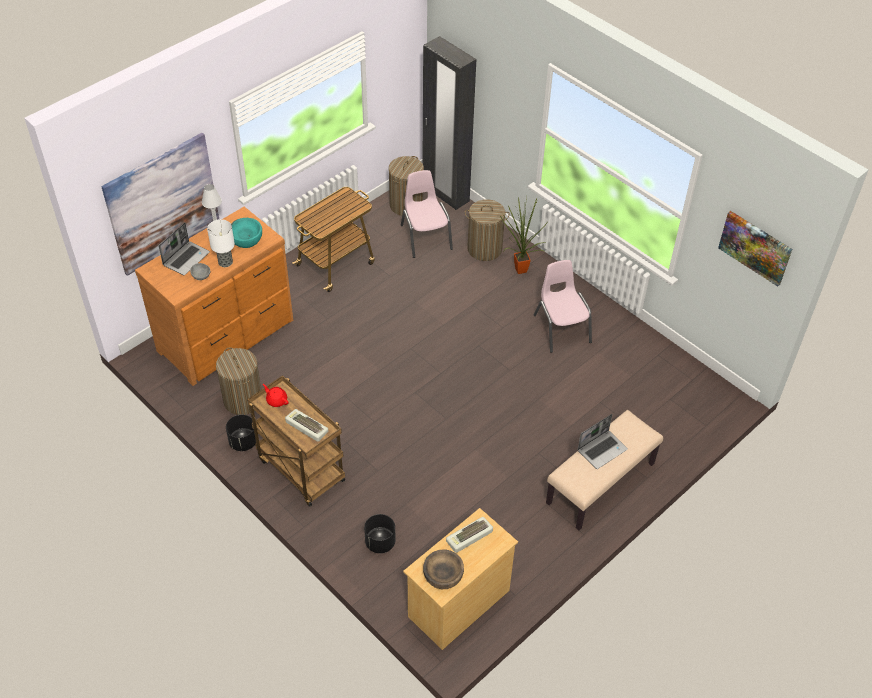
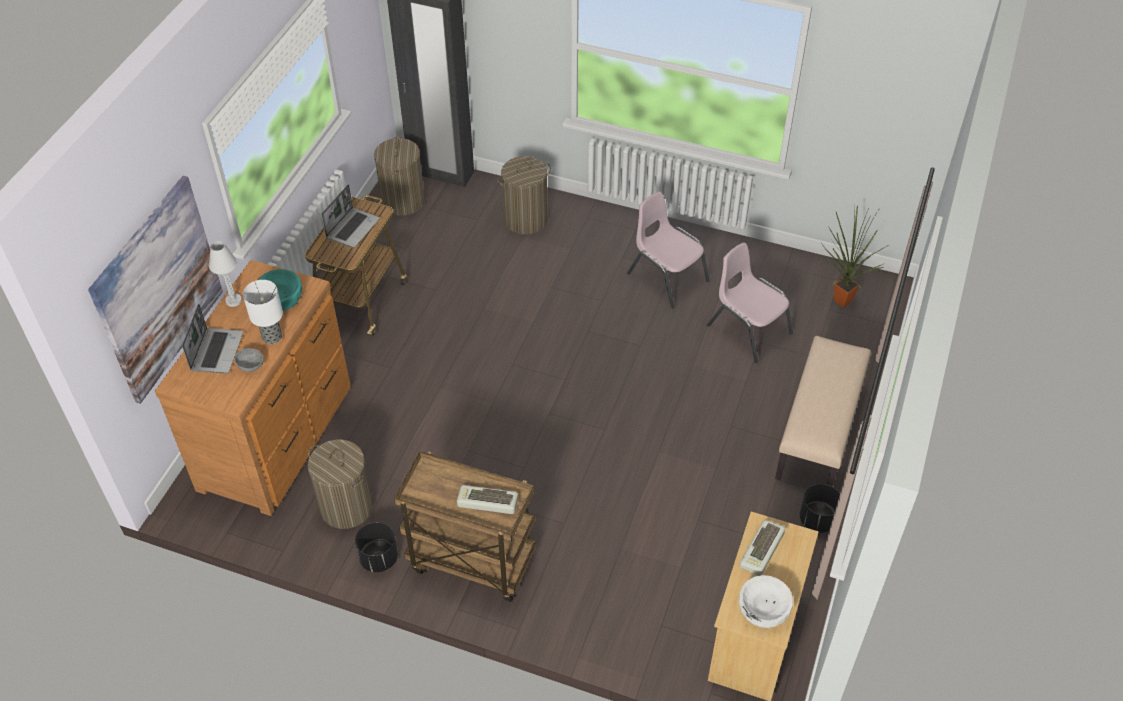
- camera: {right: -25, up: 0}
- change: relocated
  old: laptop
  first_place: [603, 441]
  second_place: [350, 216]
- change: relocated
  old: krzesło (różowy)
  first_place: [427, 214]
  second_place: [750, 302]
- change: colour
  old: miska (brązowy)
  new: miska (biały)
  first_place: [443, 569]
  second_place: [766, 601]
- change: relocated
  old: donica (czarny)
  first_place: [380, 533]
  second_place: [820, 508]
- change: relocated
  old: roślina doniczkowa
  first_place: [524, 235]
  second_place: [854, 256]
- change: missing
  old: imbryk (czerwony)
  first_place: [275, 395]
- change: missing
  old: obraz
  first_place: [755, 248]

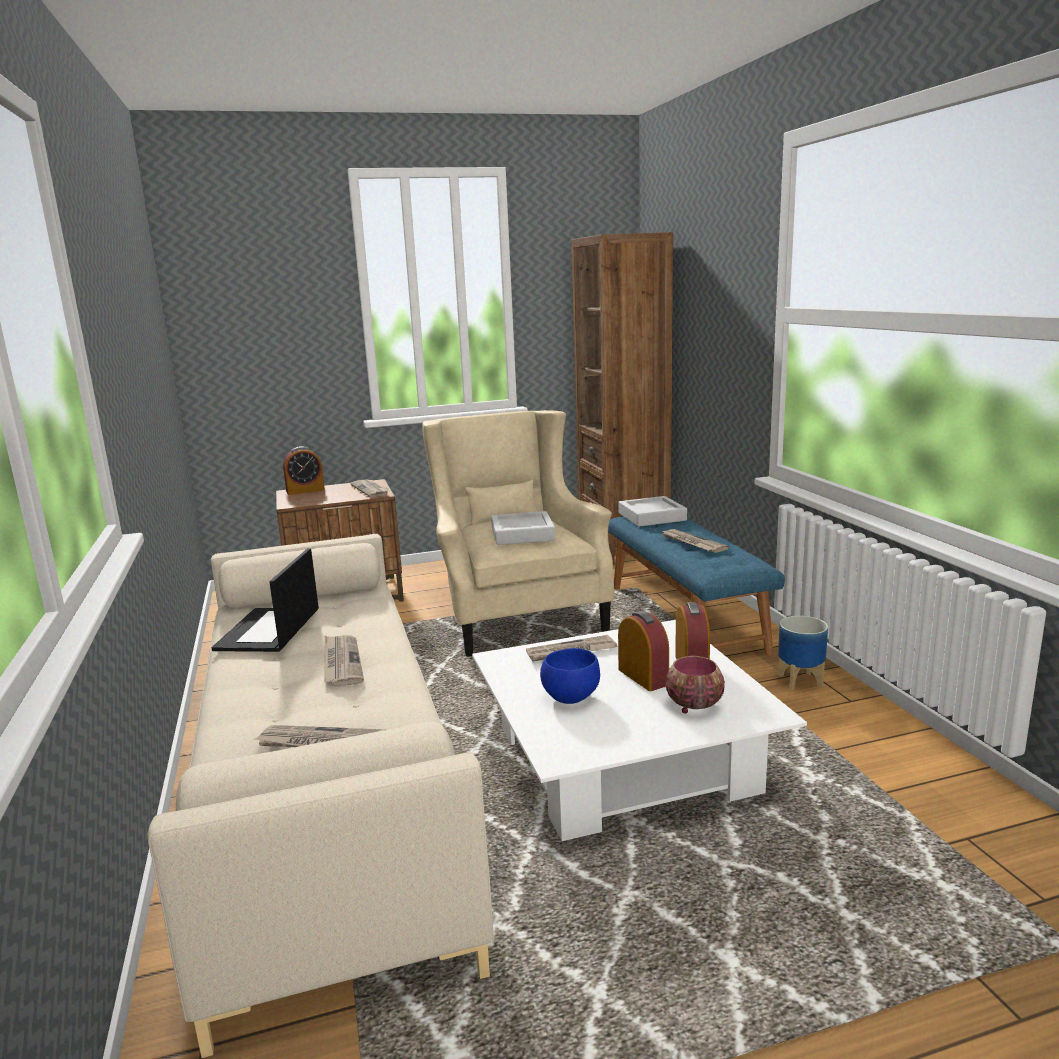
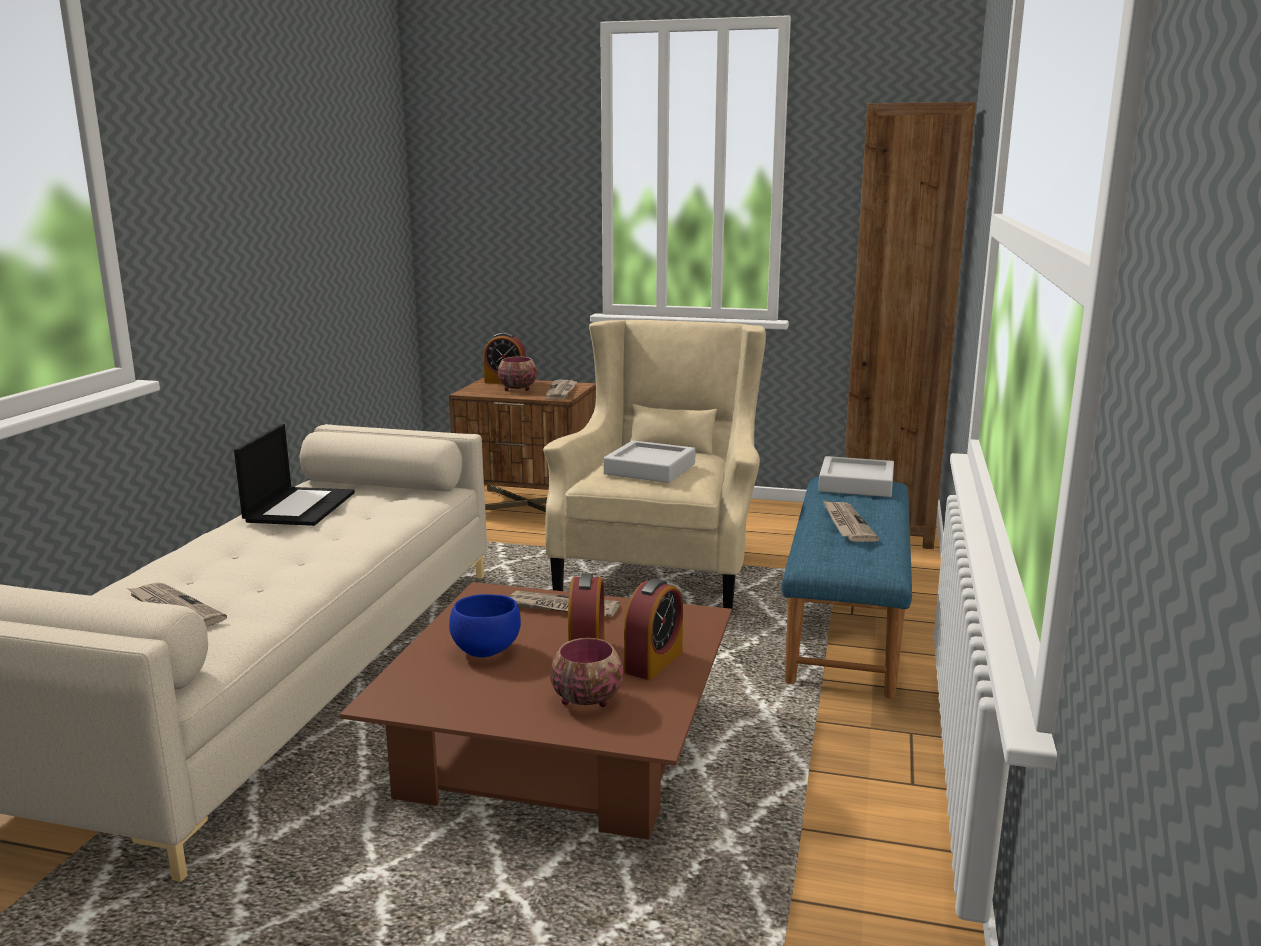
- camera: {right: 30, up: 0}
- change: spun
  old: laptop
  first_place: [265, 600]
  second_place: [294, 475]
  degrees: 150
- change: colour
  old: ława (biały)
  new: ława (brązowy)
  first_place: [639, 730]
  second_place: [536, 711]
- change: appeared
  new: miska
  second_place: [517, 374]
- change: missing
  old: gazeta
  first_place: [344, 661]
- change: missing
  old: donica
  first_place: [803, 652]

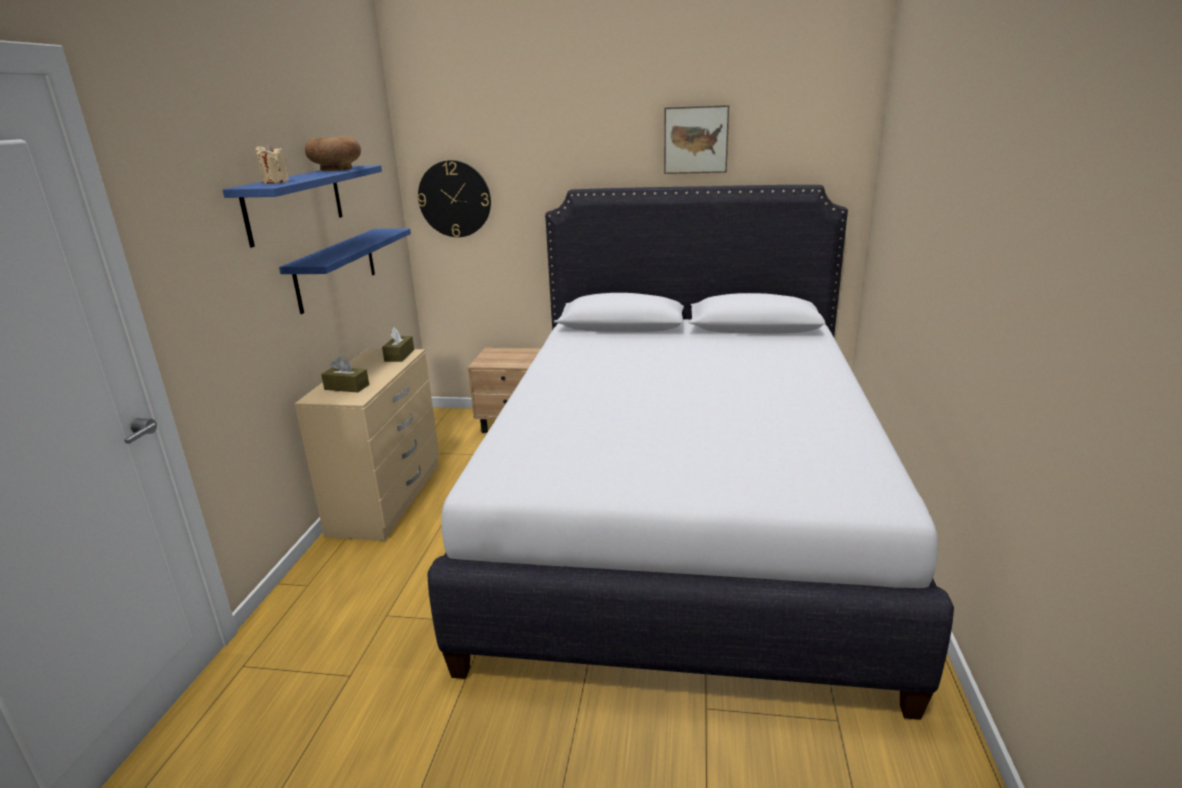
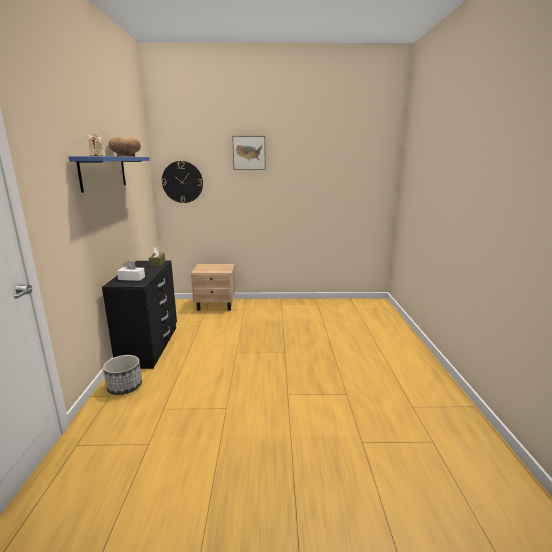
- camera: {right: -10, up: -5}
- change: colour
  old: komoda (beżowy)
  new: komoda (czarny)
  first_place: [366, 444]
  second_place: [139, 315]
- change: appeared
  new: donica
  second_place: [122, 375]
- change: colour
  old: pudełko chusteczek (brązowy)
  new: pudełko chusteczek (biały)
  first_place: [345, 375]
  second_place: [131, 270]
- change: relocated
  old: obraz
  first_place: [696, 139]
  second_place: [249, 153]
- change: missing
  old: półka (niebieski)
  first_place: [345, 271]
- change: missing
  old: łóżko (biały)
  first_place: [691, 452]

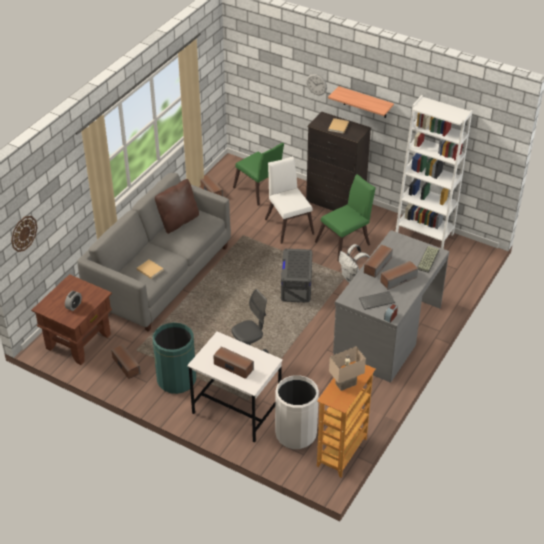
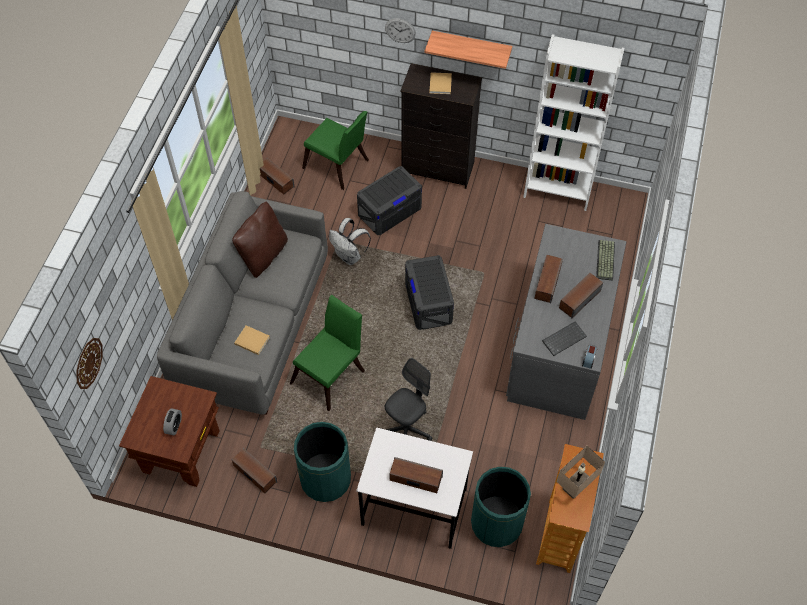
- camera: {right: -15, up: 15}
- change: relocated
  old: krzesło (zielony)
  first_place: [345, 218]
  second_place: [327, 352]
- change: relocated
  old: plecak (biały)
  first_place: [354, 263]
  second_place: [350, 241]
- change: exchanged
  old: krzesło (biały)
  new: pojemnik do przechowywania (szary)
  first_place: [289, 200]
  second_place: [389, 200]
- change: colour
  old: kosz na śmieci (biały)
  new: kosz na śmieci (zielony)
  first_place: [297, 412]
  second_place: [501, 507]

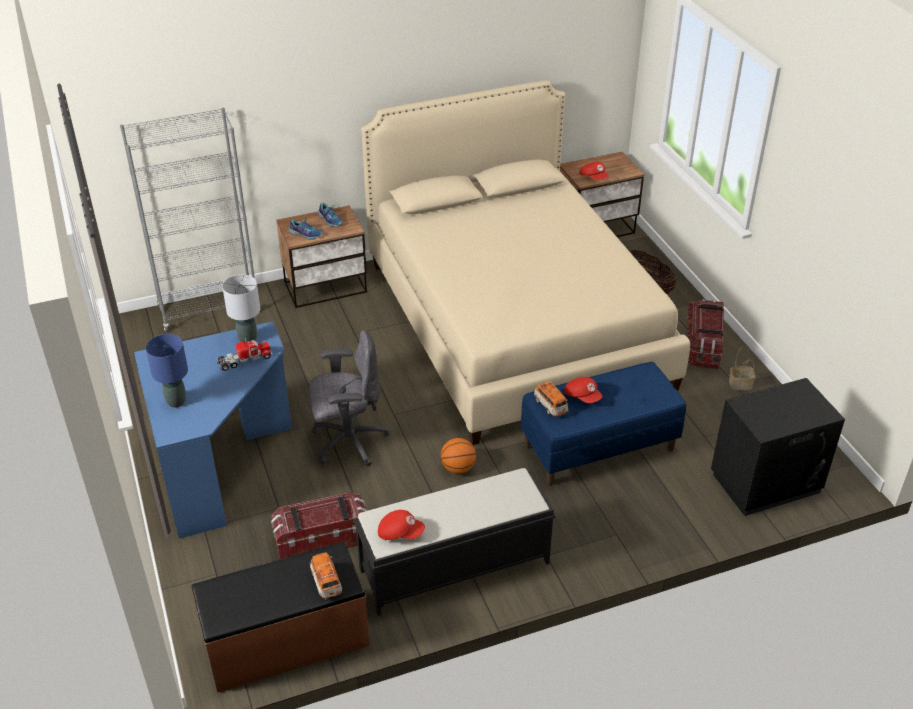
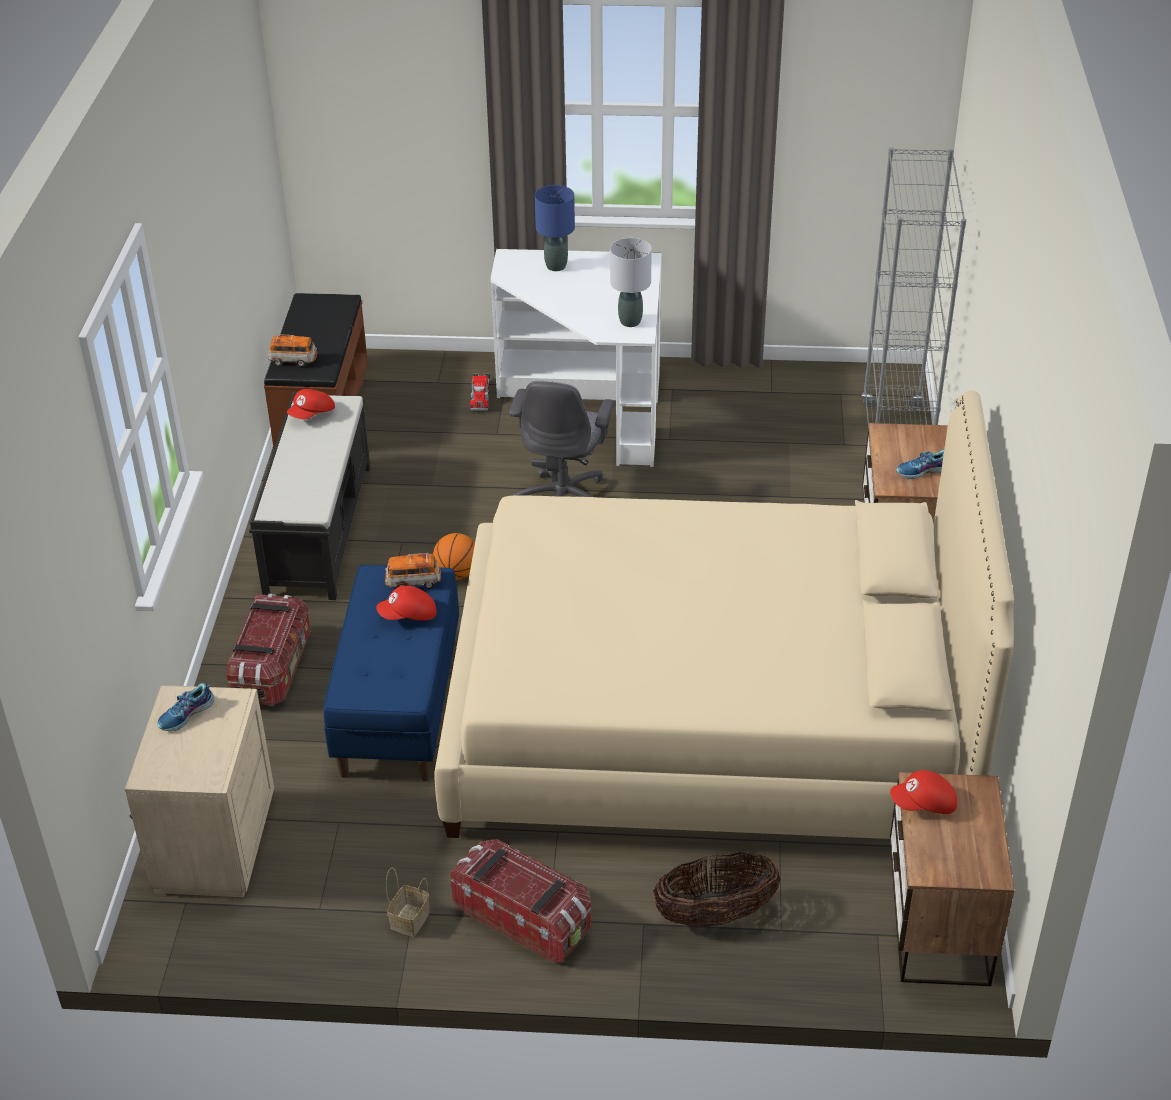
- camera: {right: 115, up: 0}
- change: colour
  old: szafka nocna (czarny)
  new: szafka nocna (beżowy)
  first_place: [778, 447]
  second_place: [199, 791]
- change: relocated
  old: but
  first_place: [306, 229]
  second_place: [185, 707]
- change: relocated
  old: pojemnik do przechowywania
  first_place: [319, 525]
  second_place: [268, 650]
- change: relocated
  old: ciężarówka zabawkowa
  first_place: [244, 354]
  second_place: [480, 392]
- change: colour
  old: biurko (niebieski)
  new: biurko (biały)
  first_place: [213, 430]
  second_place: [576, 358]

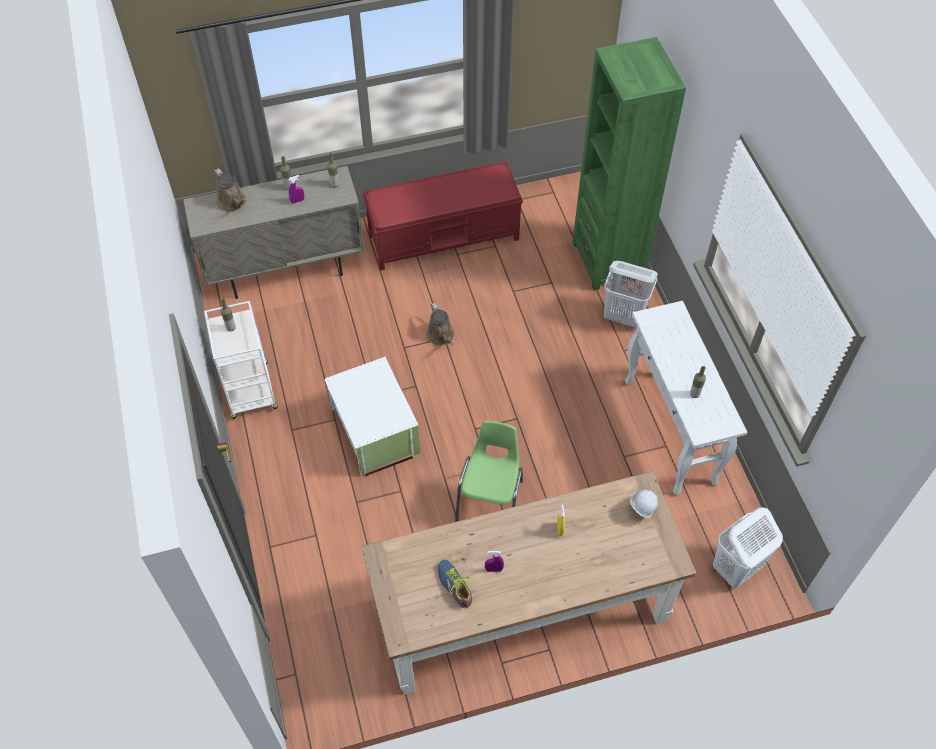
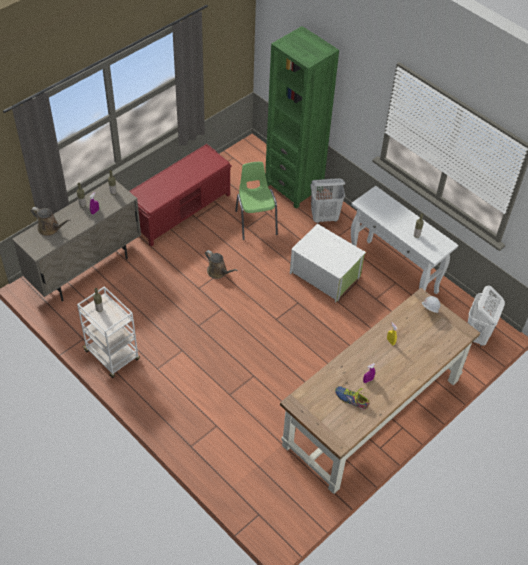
- camera: {right: -30, up: -5}
- change: relocated
  old: krzesło (zielony)
  first_place: [489, 471]
  second_place: [256, 201]
- change: relocated
  old: pojemnik do przechowywania (biały)
  first_place: [372, 416]
  second_place: [328, 263]

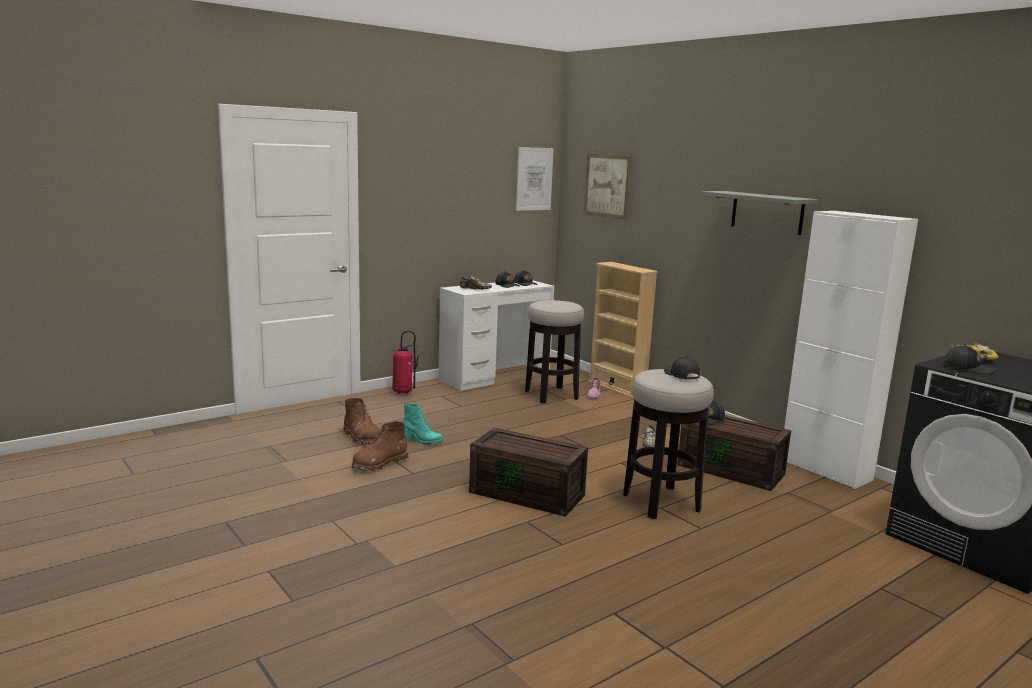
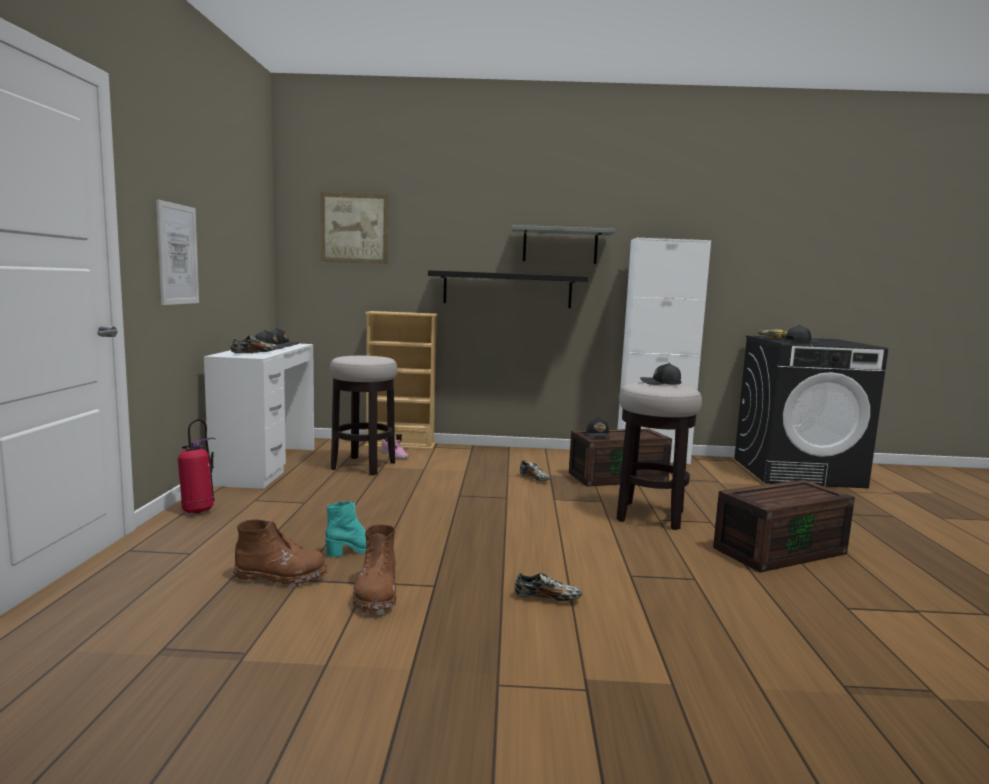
- camera: {right: -50, up: -5}
- change: relocated
  old: obraz
  first_place: [535, 179]
  second_place: [177, 252]
- change: appeared
  new: półka (czarny)
  second_place: [508, 289]
- change: appeared
  new: but
  second_place: [548, 587]
- change: relocated
  old: pojemnik do przechowywania (brązowy)
  first_place: [528, 472]
  second_place: [784, 526]

